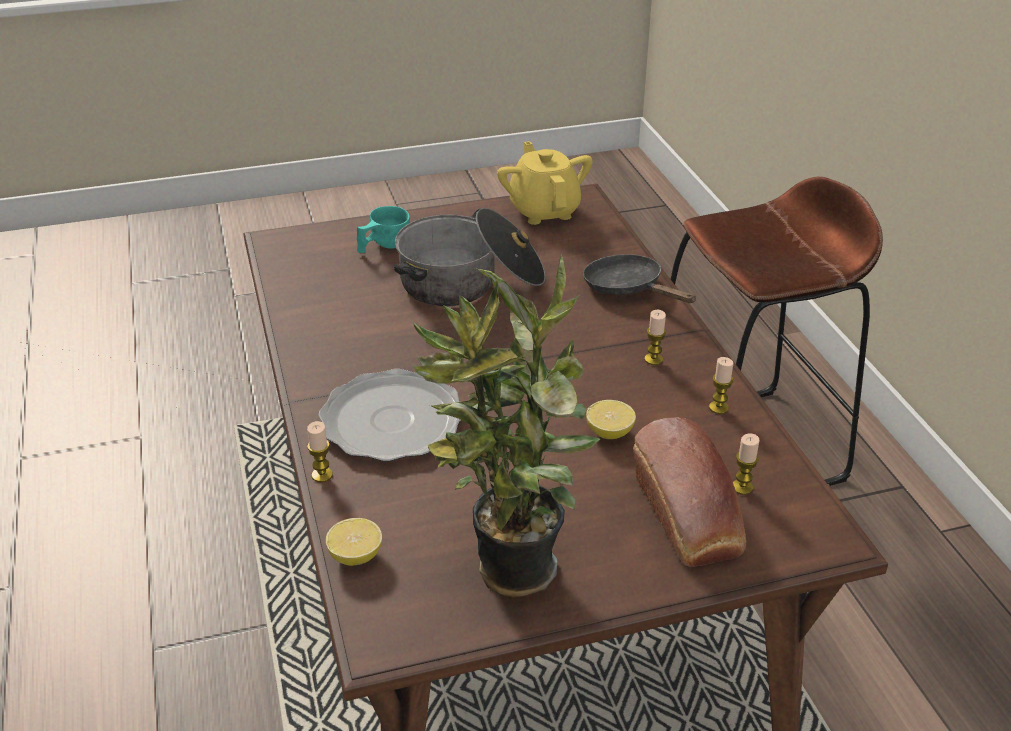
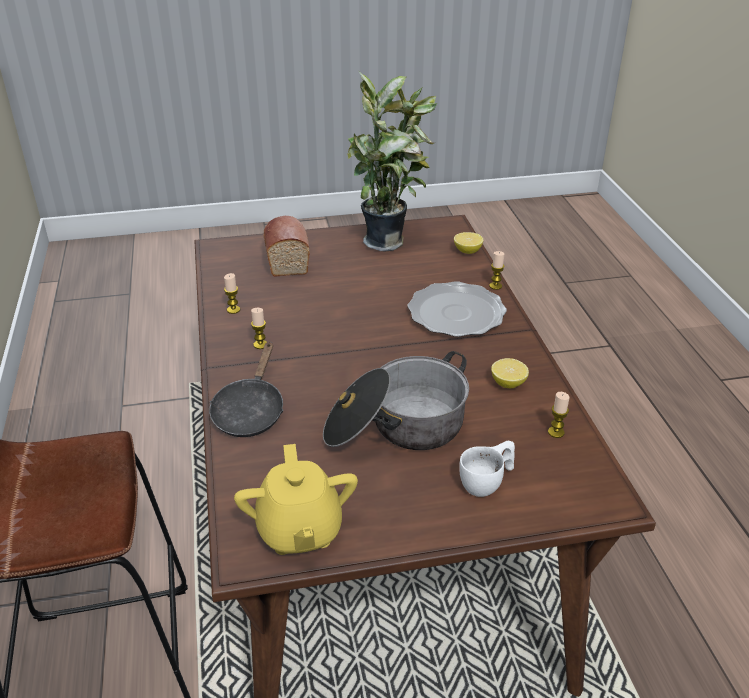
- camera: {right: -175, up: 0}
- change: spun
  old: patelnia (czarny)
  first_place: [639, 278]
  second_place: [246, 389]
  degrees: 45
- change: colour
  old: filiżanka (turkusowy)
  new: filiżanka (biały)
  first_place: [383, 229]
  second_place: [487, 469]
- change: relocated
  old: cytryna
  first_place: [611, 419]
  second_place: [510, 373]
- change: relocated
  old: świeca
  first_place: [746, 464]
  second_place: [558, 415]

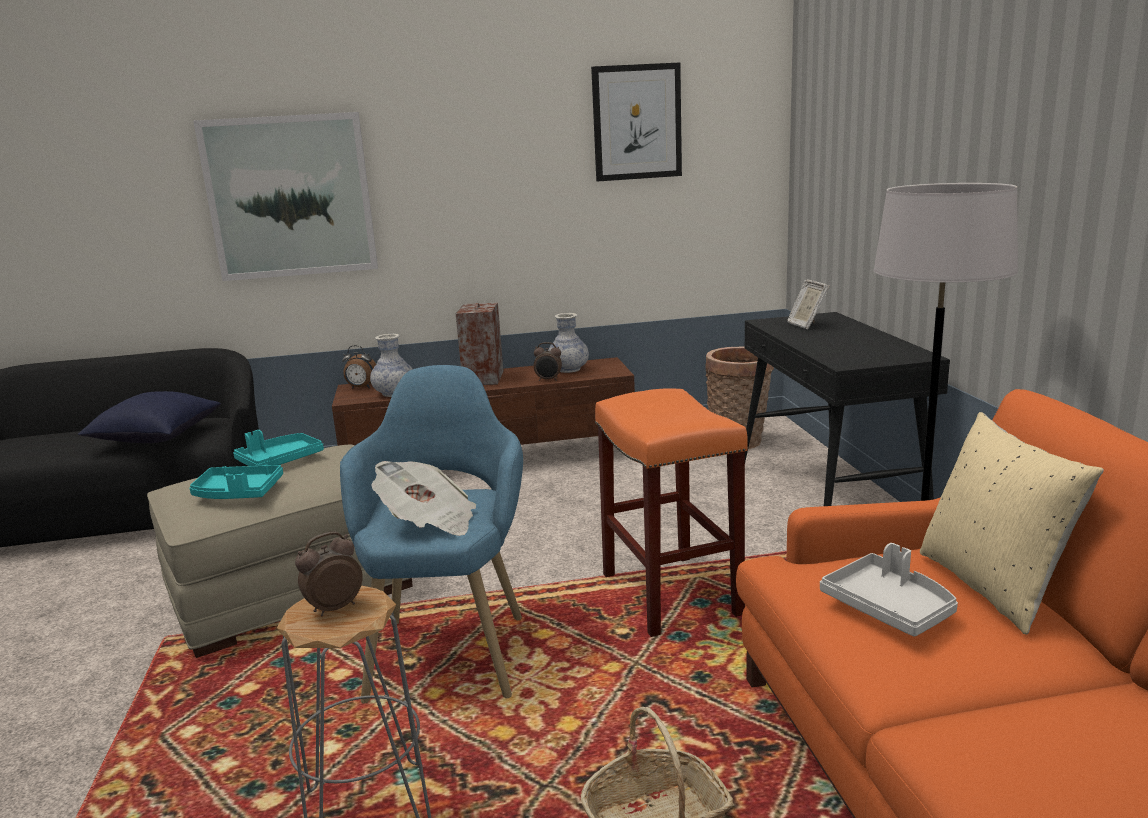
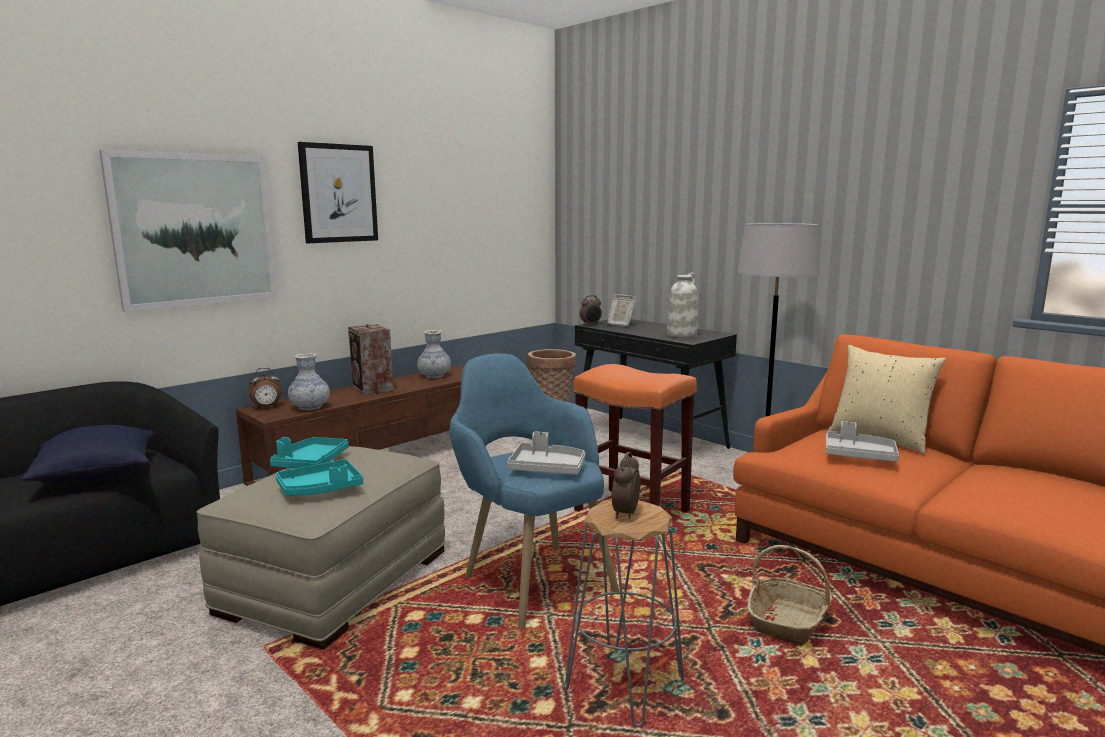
- camera: {right: -35, up: -5}
- change: relocated
  old: obraz
  first_place: [636, 122]
  second_place: [338, 192]
- change: exchanged
  old: gazeta
  new: taca (szary)
  first_place: [423, 498]
  second_place: [546, 453]
- change: relocated
  old: budzik
  first_place: [548, 361]
  second_place: [591, 310]
- change: appeared
  new: wazon (biały)
  second_place: [682, 305]

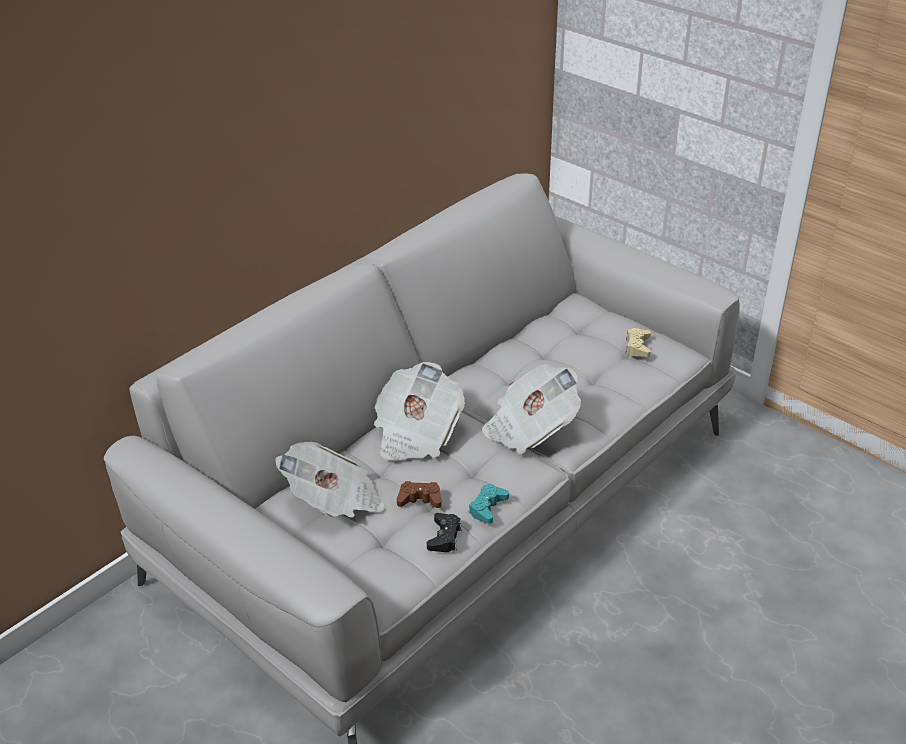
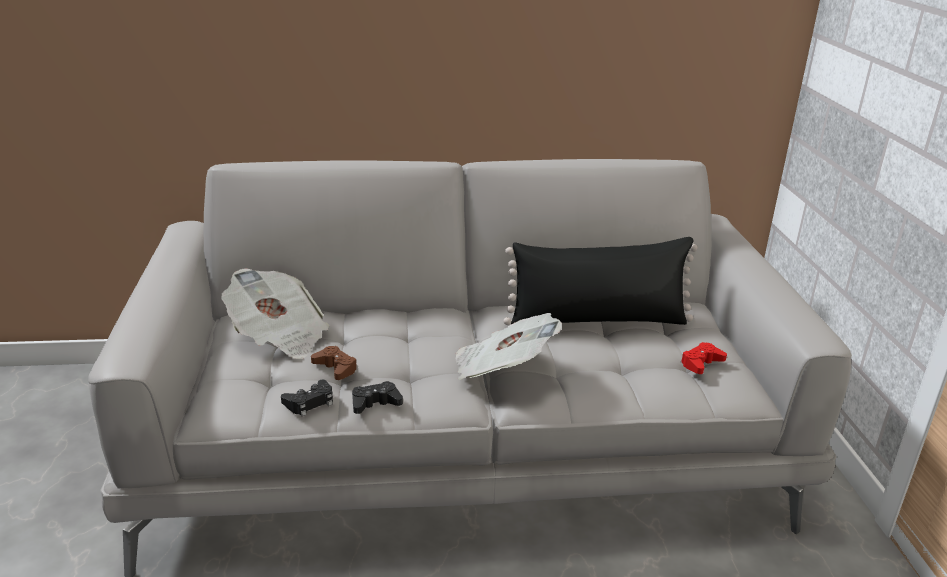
- camera: {right: 40, up: -10}
- change: colour
  old: pad do gier (turkusowy)
  new: pad do gier (czarny)
  first_place: [489, 504]
  second_place: [377, 397]
- change: appeared
  new: poduszka (czarny)
  second_place: [600, 281]
- change: colour
  old: pad do gier (beżowy)
  new: pad do gier (czerwony)
  first_place: [638, 342]
  second_place: [704, 358]
- change: missing
  old: gazeta
  first_place: [419, 411]

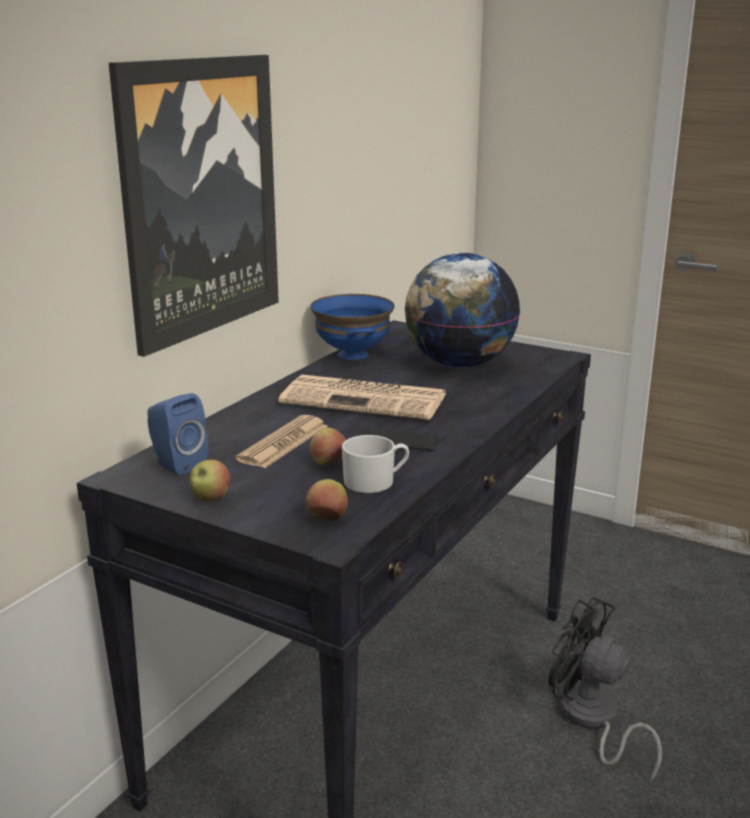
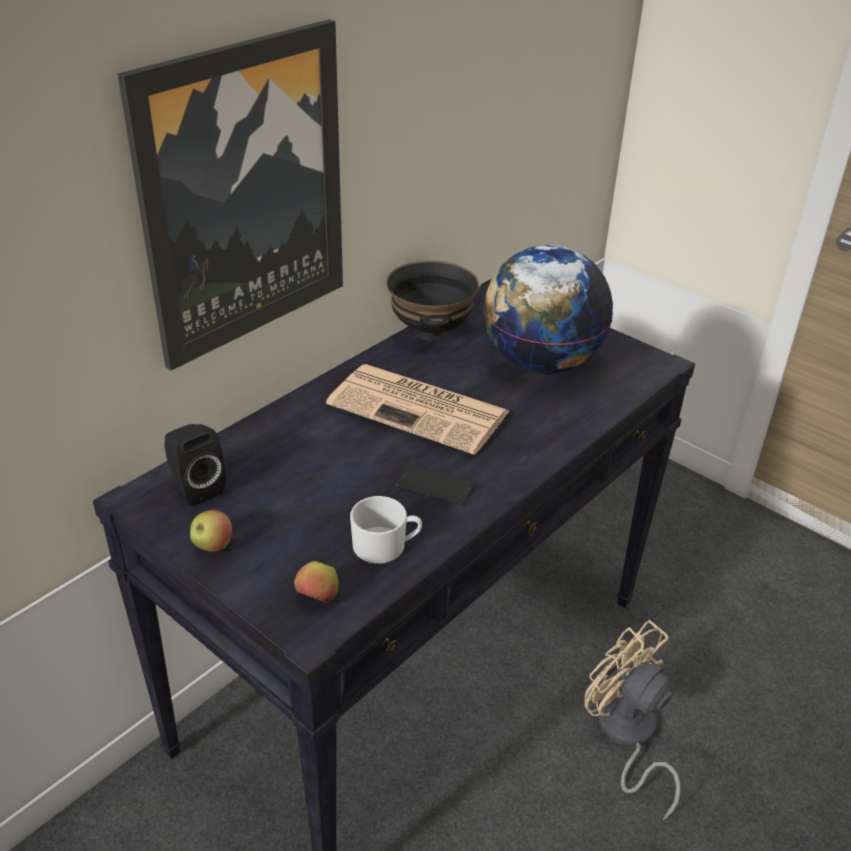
- camera: {right: 10, up: 15}
- change: colour
  old: głośnik (niebieski)
  new: głośnik (czarny)
  first_place: [177, 434]
  second_place: [195, 465]
- change: colour
  old: miska (niebieski)
  new: miska (czarny)
  first_place: [352, 327]
  second_place: [433, 300]
- change: colour
  old: wentylator (czarny)
  new: wentylator (beżowy)
  first_place: [605, 690]
  second_place: [633, 720]
- change: missing
  old: gazeta
  first_place: [281, 441]
- change: missing
  old: jabłko
  first_place: [328, 446]

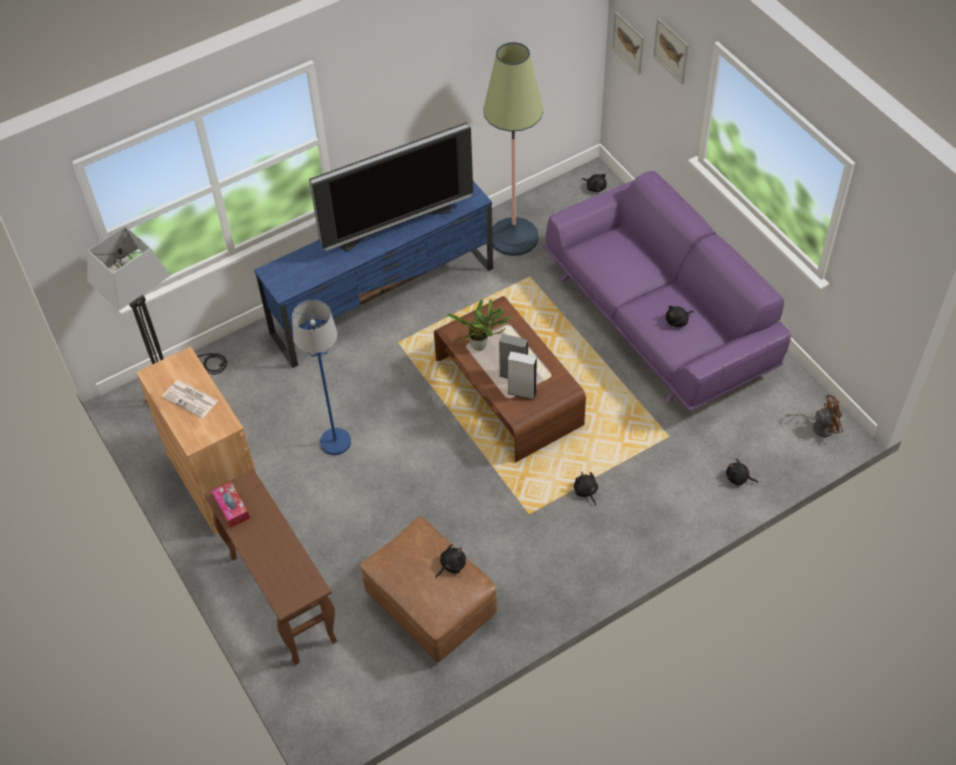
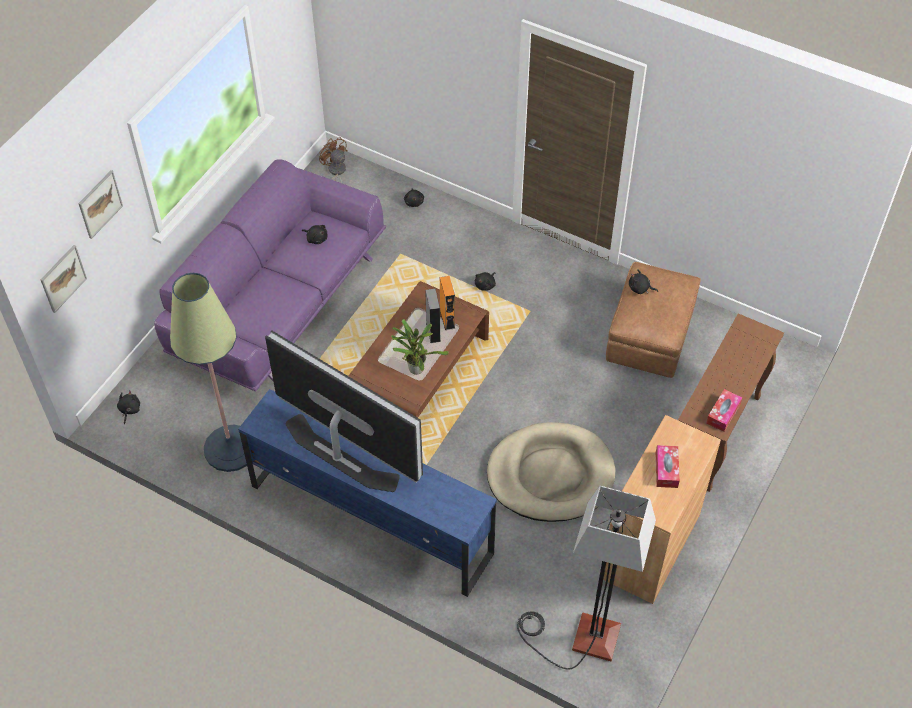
- camera: {right: -120, up: 0}
- change: colour
  old: głośnik (szary)
  new: głośnik (pomarańczowy)
  first_place: [522, 375]
  second_place: [447, 303]
- change: exchanged
  old: lampa stojąca (niebieski)
  new: legowisko (beżowy)
  first_place: [321, 377]
  second_place: [551, 472]
- change: exchanged
  old: gazeta
  new: pudełko chusteczek
  first_place: [190, 399]
  second_place: [668, 466]

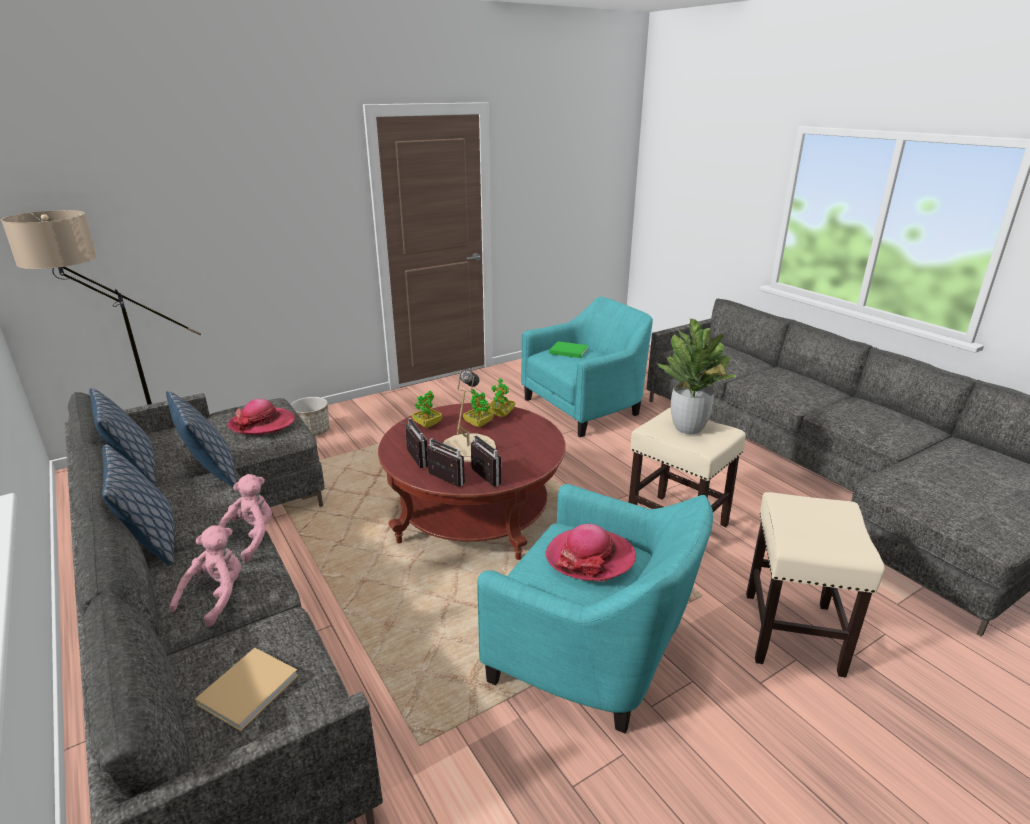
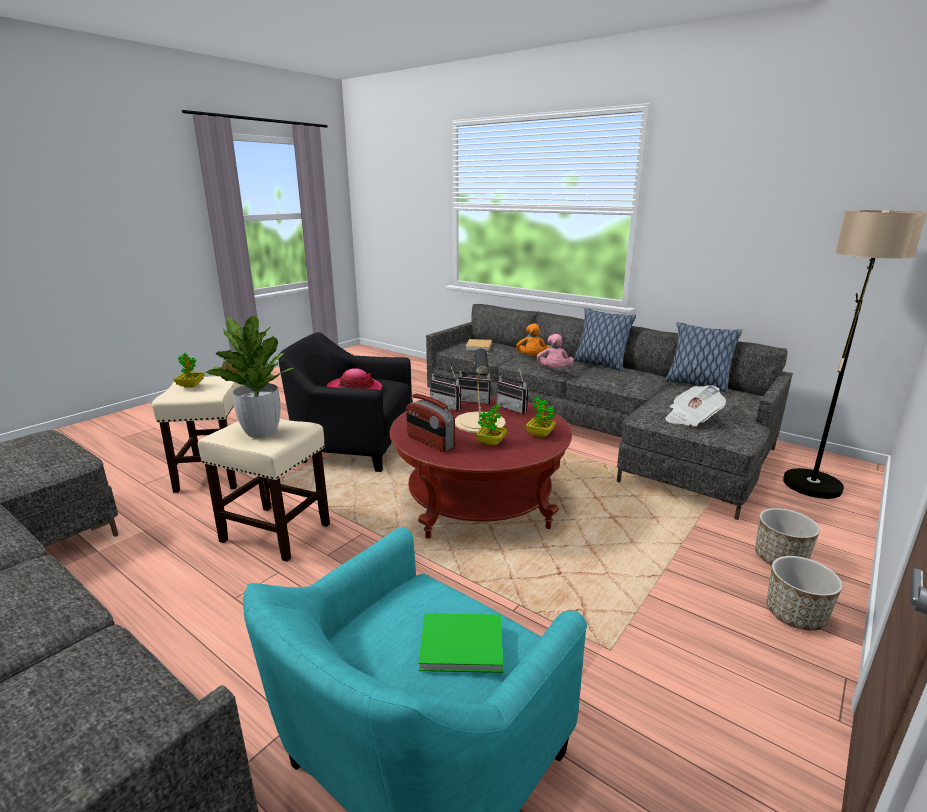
- camera: {right: 160, up: -5}
- change: relocated
  old: roślina doniczkowa
  first_place: [501, 397]
  second_place: [189, 370]
- change: colour
  old: fotel (turkusowy)
  new: fotel (czarny)
  first_place: [595, 608]
  second_place: [345, 402]
- change: appeared
  new: radio
  second_place: [430, 423]
- change: colour
  old: pluszak (różowy)
  new: pluszak (pomarańczowy)
  first_place: [205, 576]
  second_place: [533, 339]
- change: exchanged
  old: kapelusz
  new: gazeta
  first_place: [261, 417]
  second_place: [695, 405]
- change: appeared
  new: donica
  second_place: [804, 593]
- change: missing
  old: poduszka
  first_place: [201, 439]

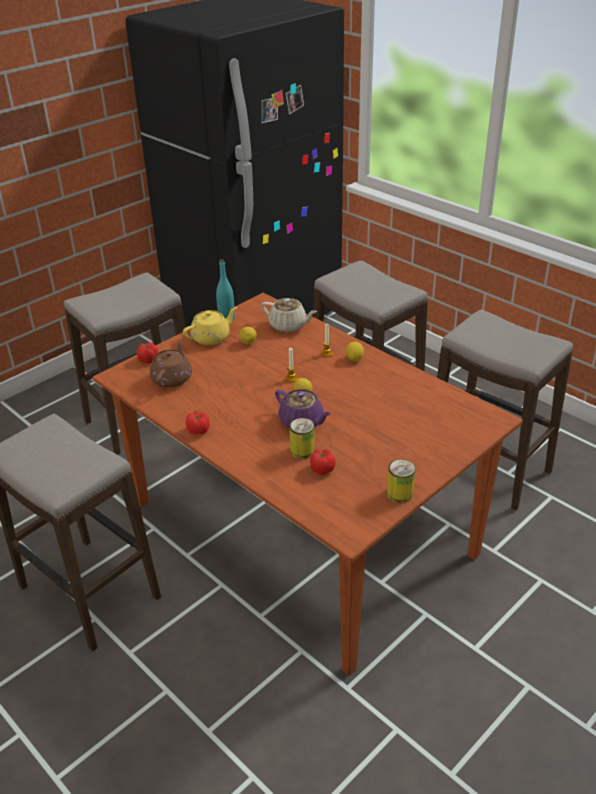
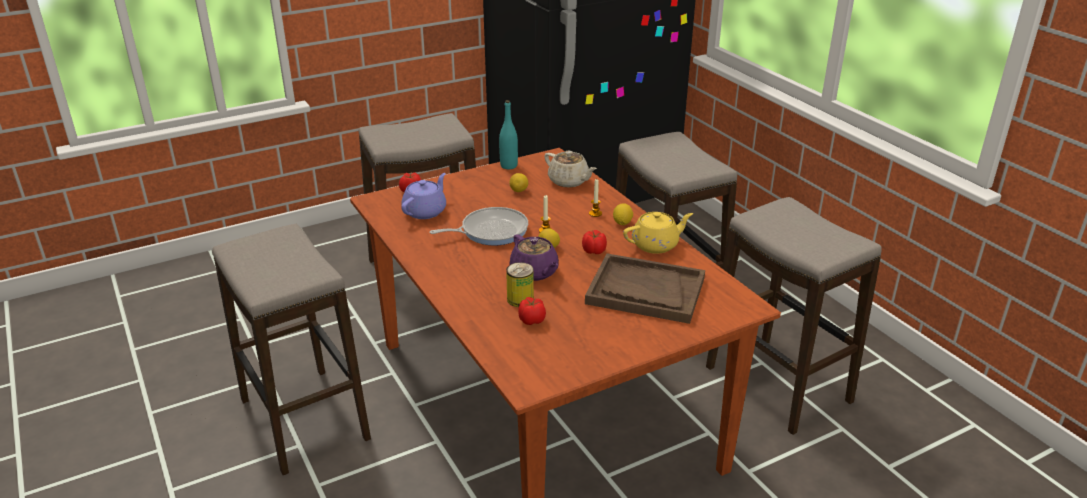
- camera: {right: 15, up: -5}
- change: colour
  old: imbryk (brązowy)
  new: imbryk (fioletowy)
  first_place: [171, 363]
  second_place: [423, 196]
- change: appeared
  new: patelnia
  second_place: [479, 226]
- change: relocated
  old: pomidor
  first_place: [198, 422]
  second_place: [594, 242]
- change: appeared
  new: taca (brązowy)
  second_place: [645, 288]
- change: relocated
  old: imbryk (żółty)
  first_place: [210, 326]
  second_place: [658, 233]
- change: missing
  old: puszka
  first_place: [401, 481]

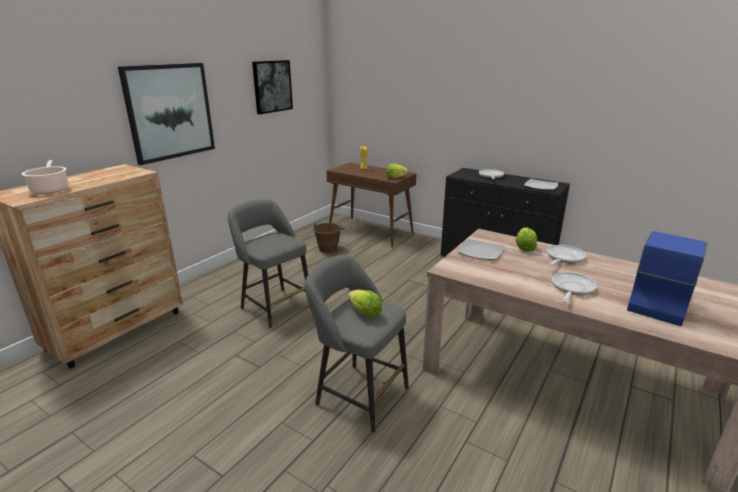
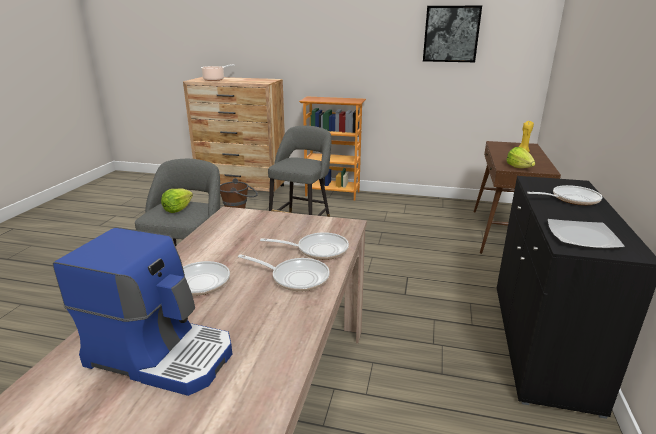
- camera: {right: 70, up: 0}
- change: relocated
  old: wiadro (brązowy)
  first_place: [329, 238]
  second_place: [239, 193]
- change: exchanged
  old: sałata
  new: patelnia
  first_place: [526, 239]
  second_place: [304, 246]
- change: appeared
  new: regał
  second_place: [332, 148]
- change: missing
  old: obraz
  first_place: [166, 114]
- change: missing
  old: talerz
  first_place: [481, 249]

